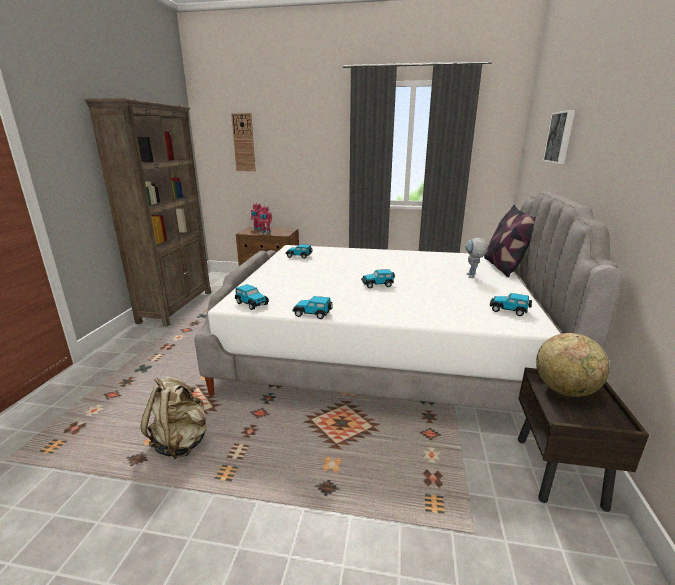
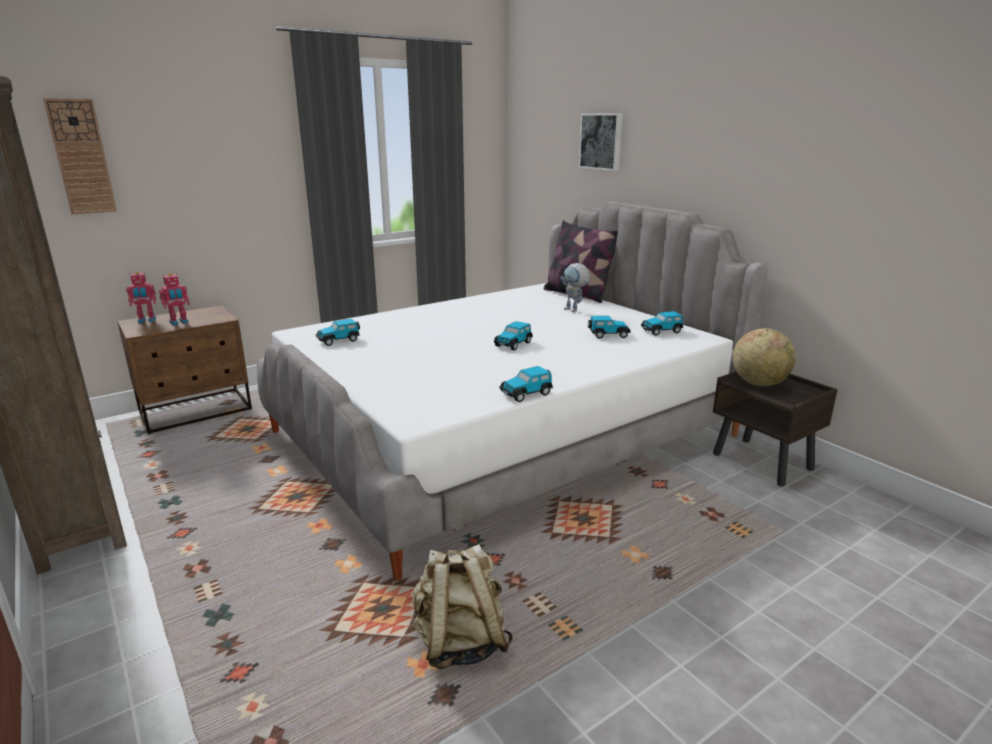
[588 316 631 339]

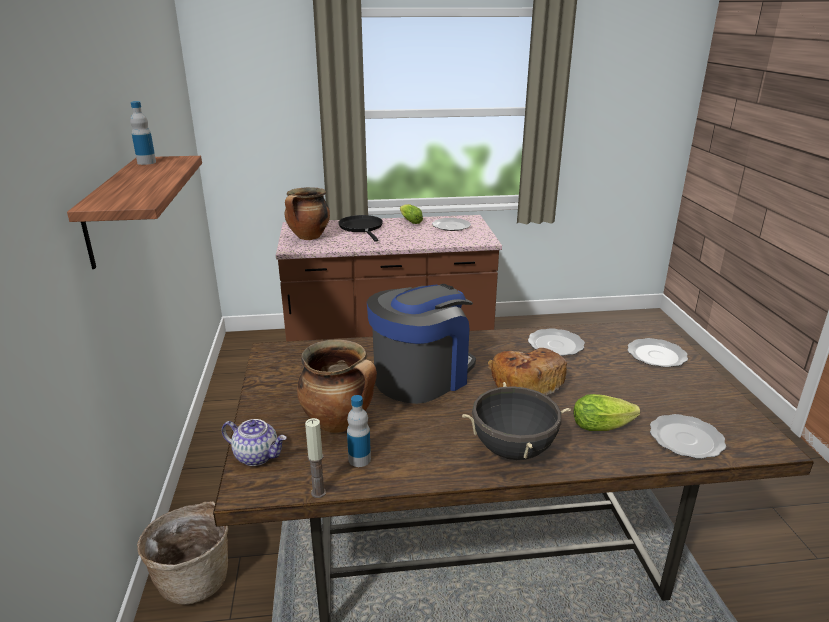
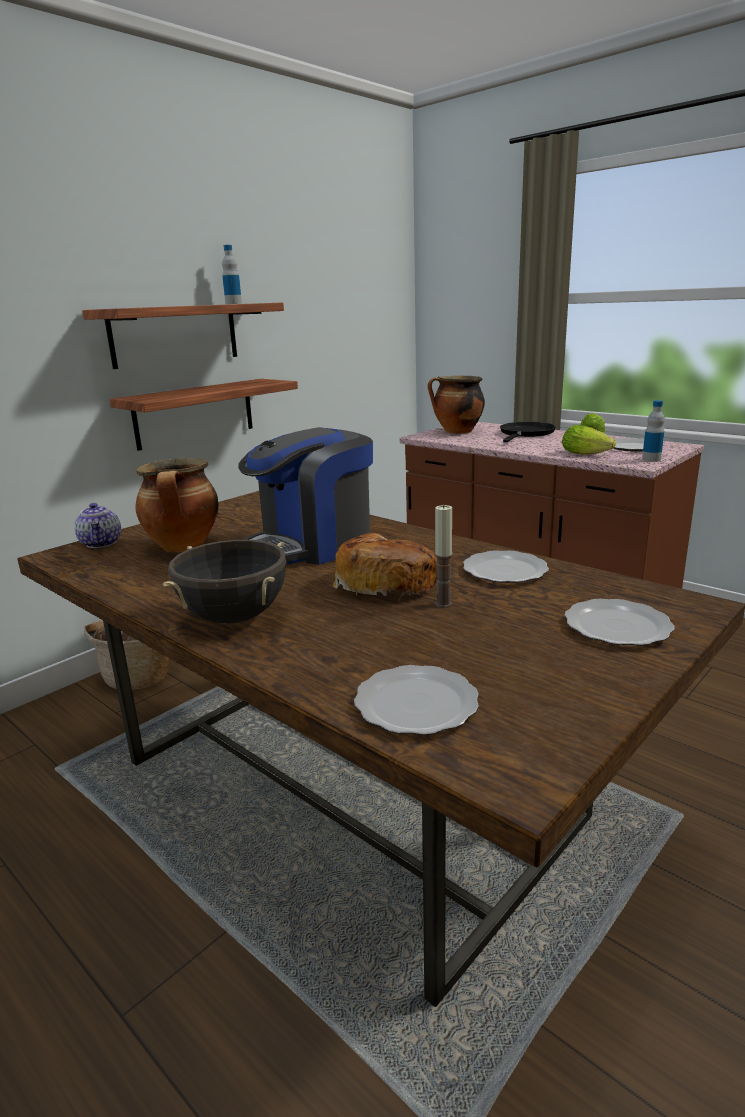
[434 504 453 608]
[642 400 665 462]
[238 427 373 565]
[562 425 616 455]
[109 379 298 451]

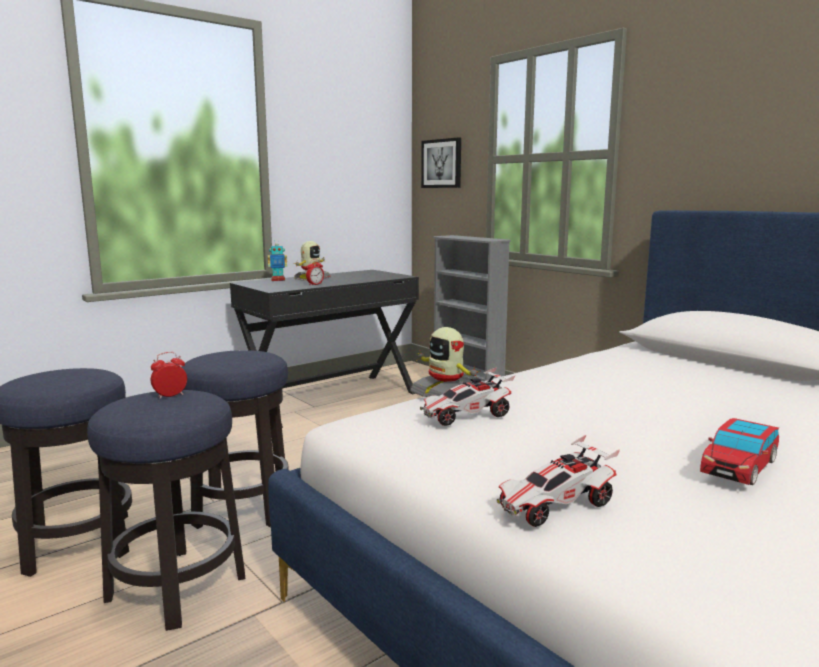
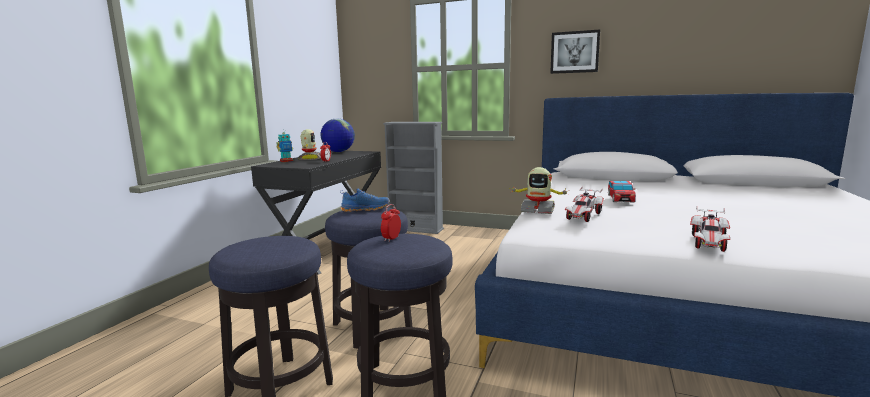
[550 30 600 74]
[608 181 636 203]
[321 118 355 152]
[340 188 389 212]

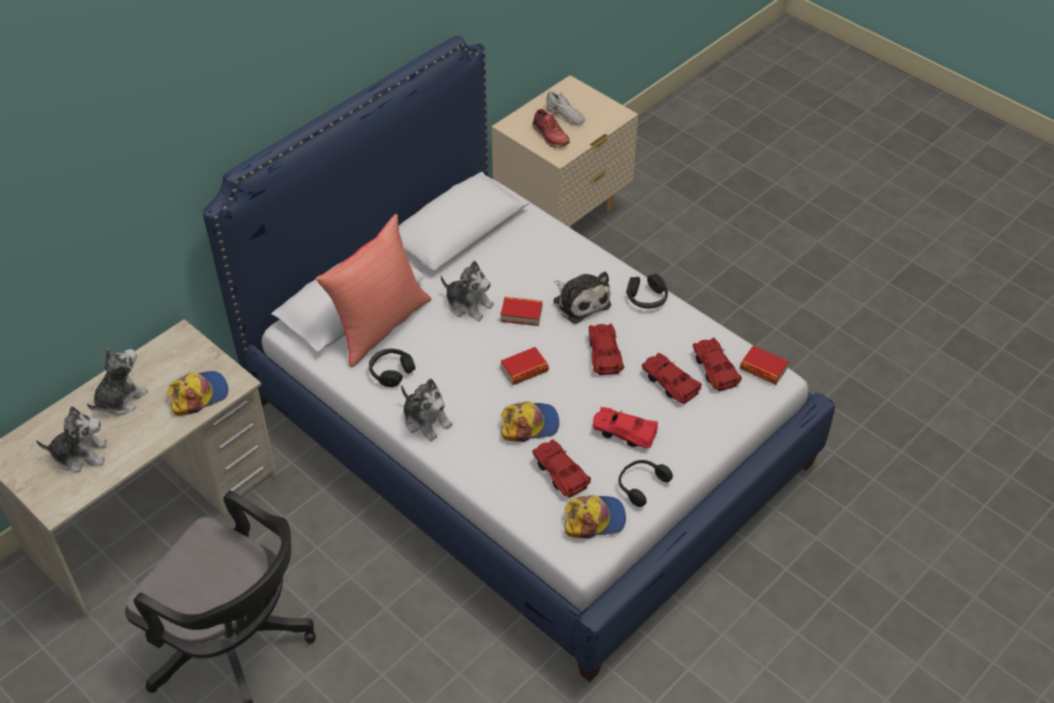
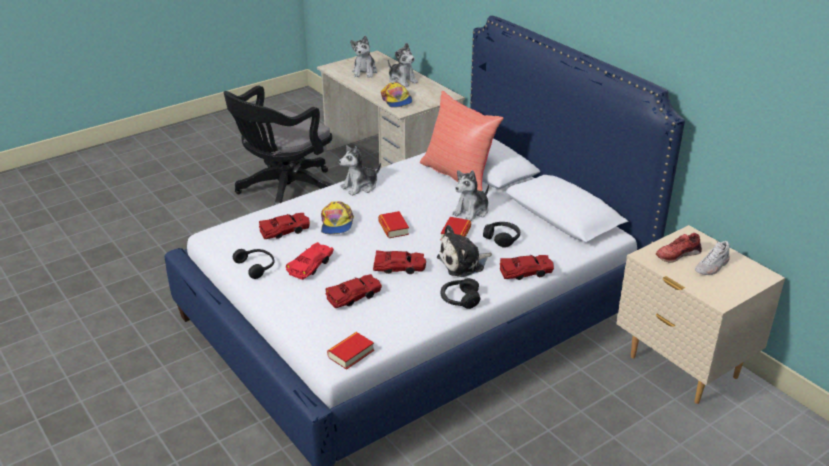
[483 222 520 248]
[564 495 626 539] (first image)
[500 255 554 280]

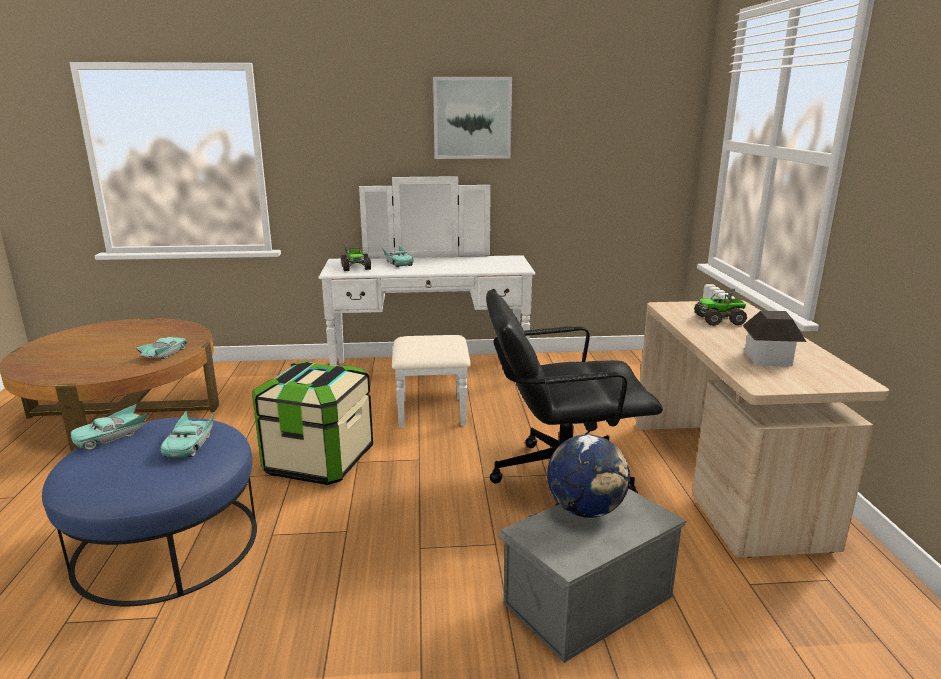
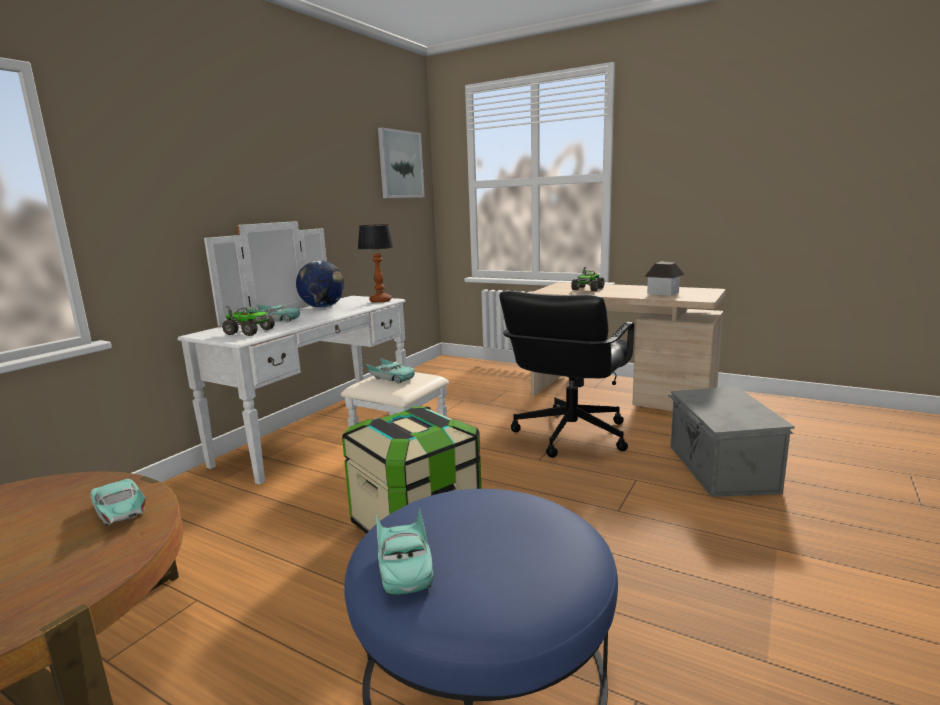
[365 358 415 384]
[378 127 425 198]
[296 260 345 308]
[358 224 395 303]

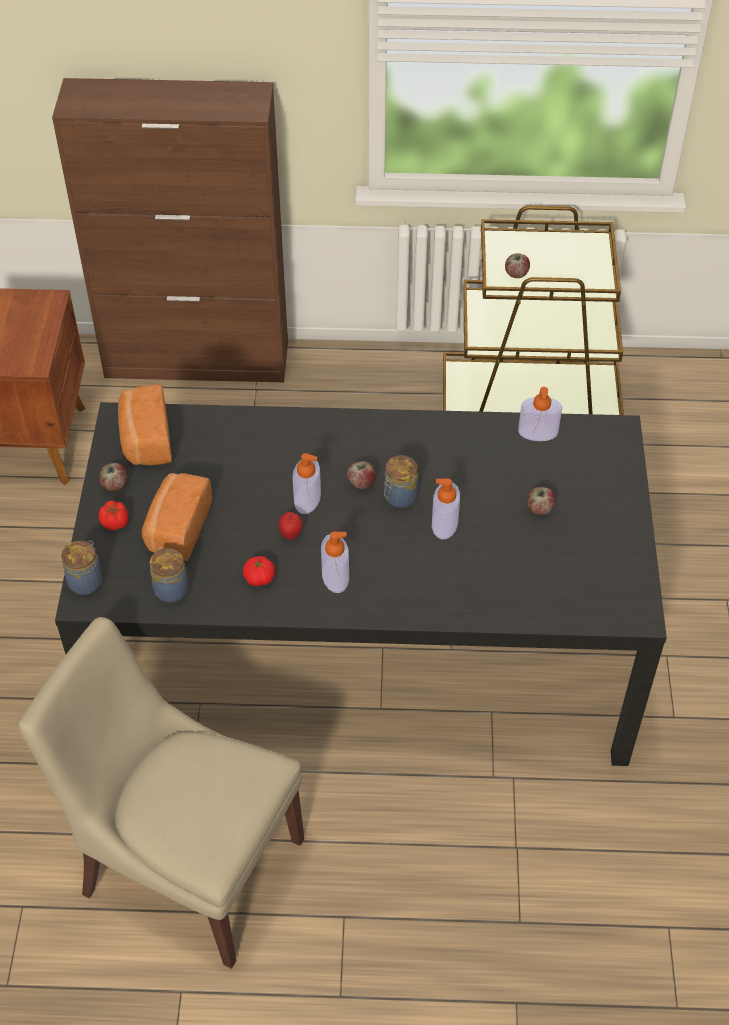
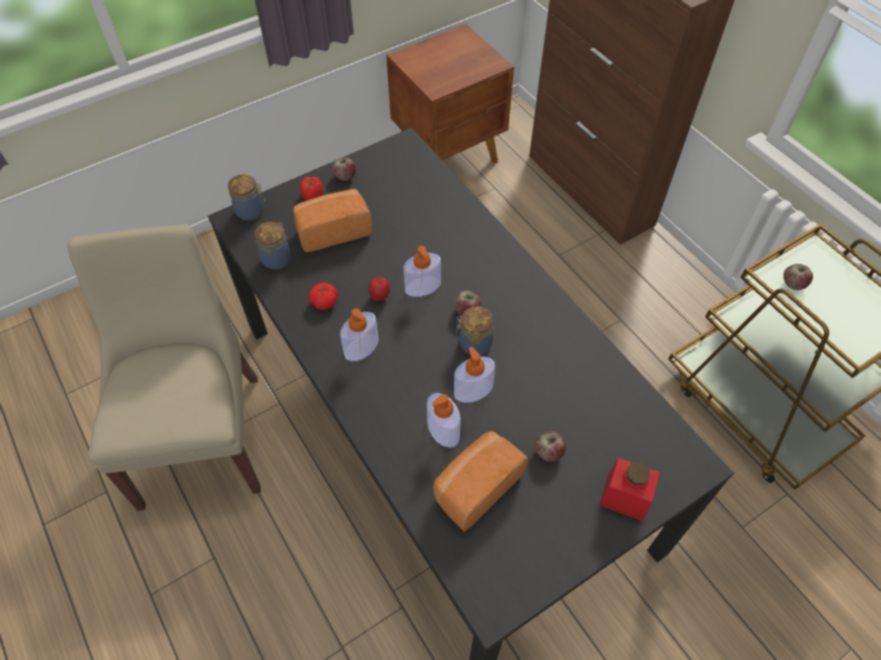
[433 431 528 532]
[427 393 461 448]
[599 458 660 521]

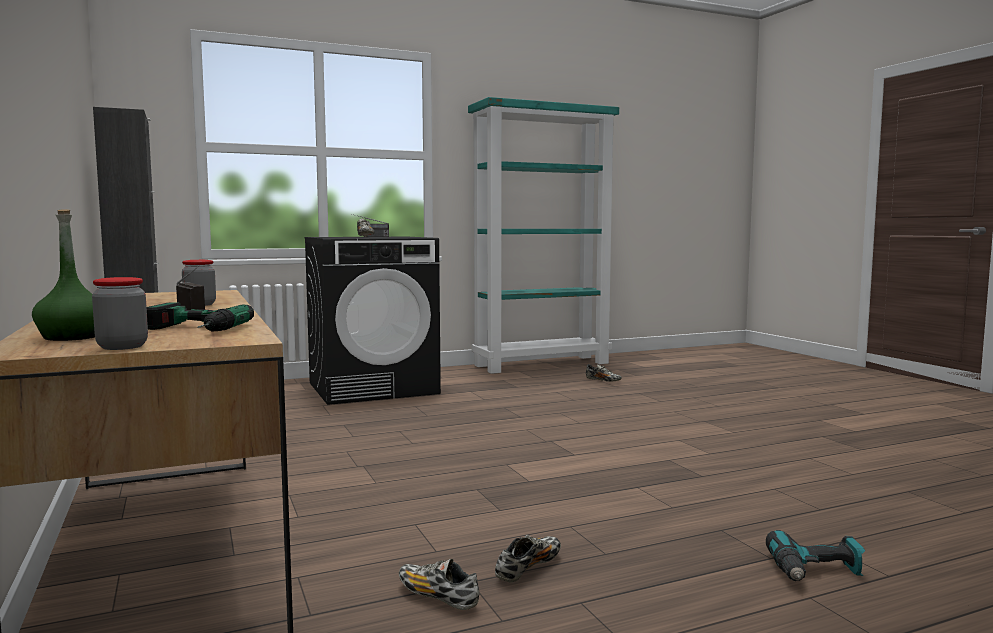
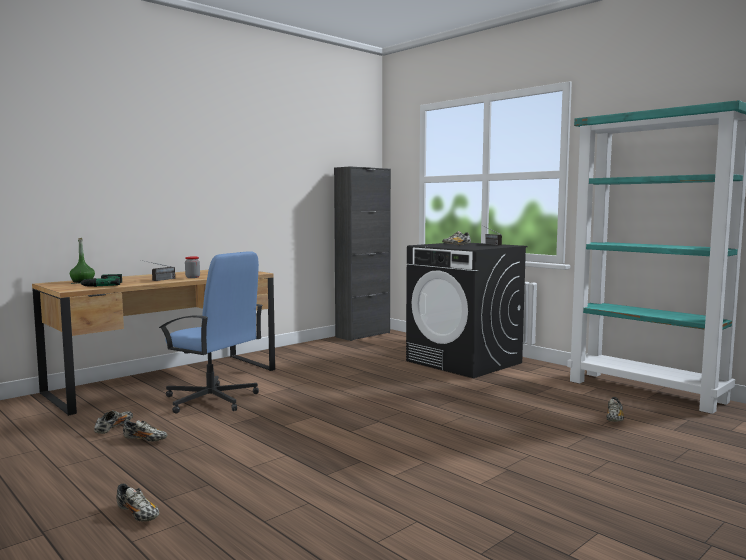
[92 277 148 350] (first image)
[117 483 159 522]
[159 251 263 414]

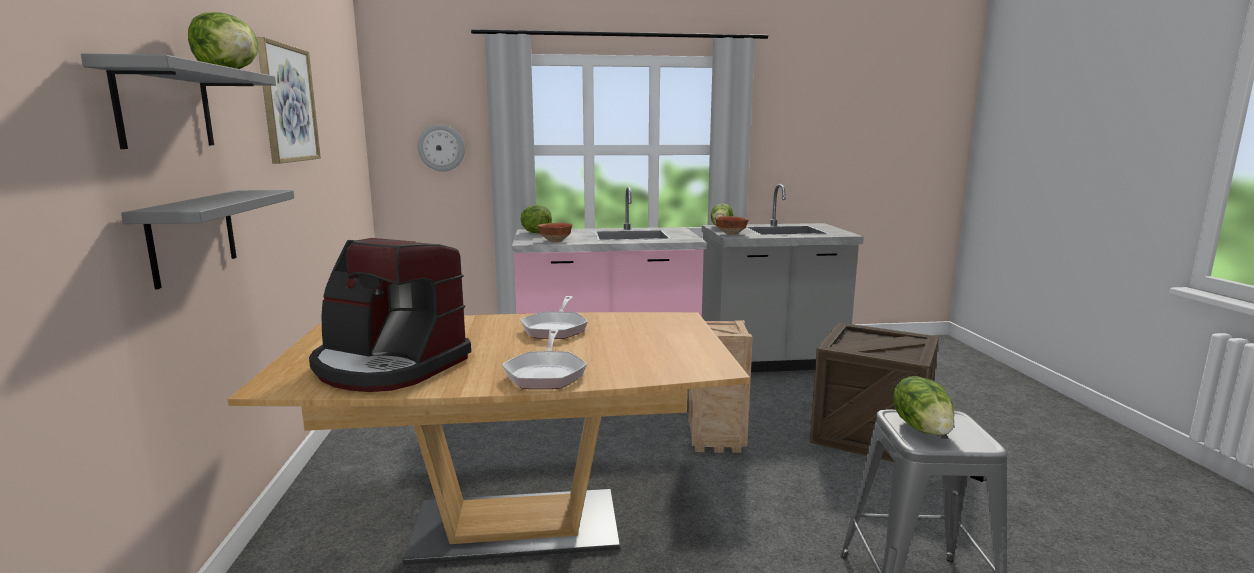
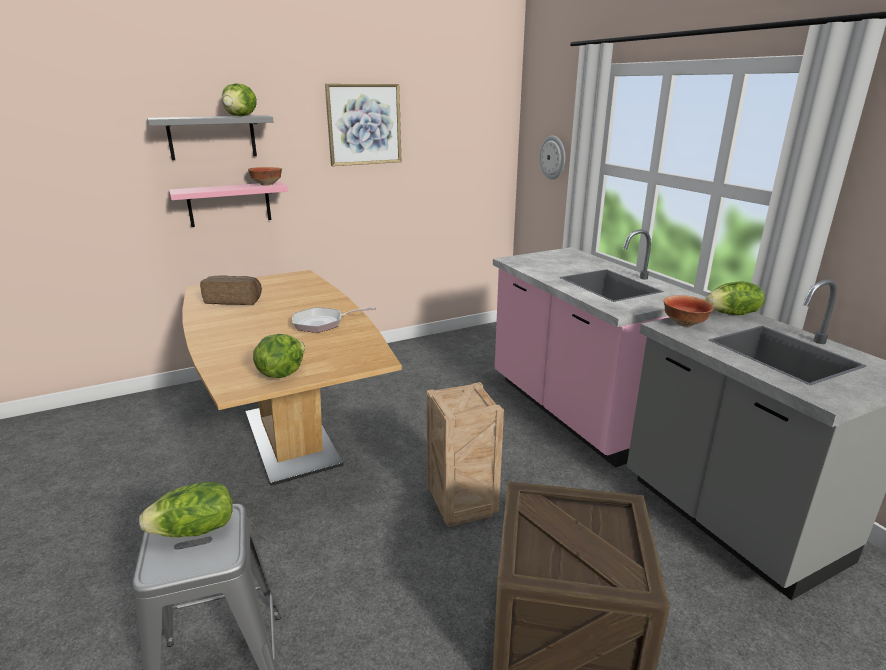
[169 182 288 227]
[200 275 262 305]
[502 329 587 389] (first image)
[253 334 305 378]
[248 167 282 186]

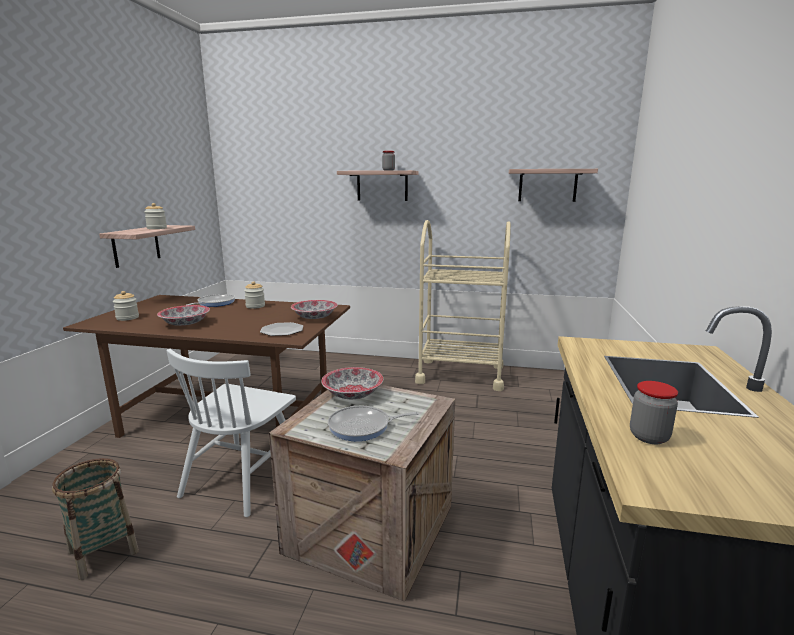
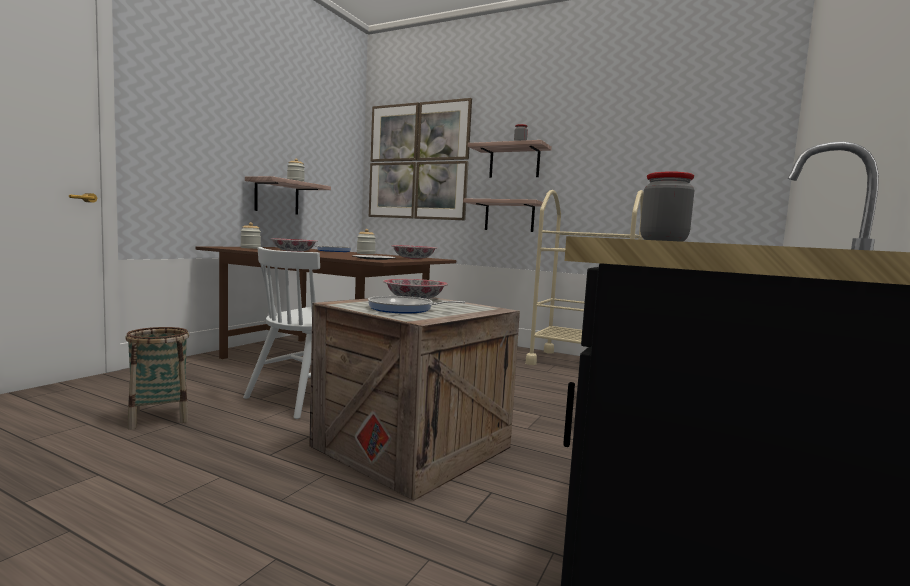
[463 199 543 232]
[369 98 472 220]

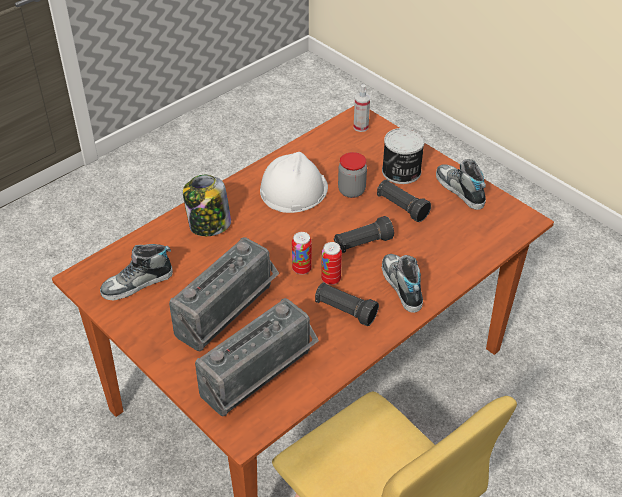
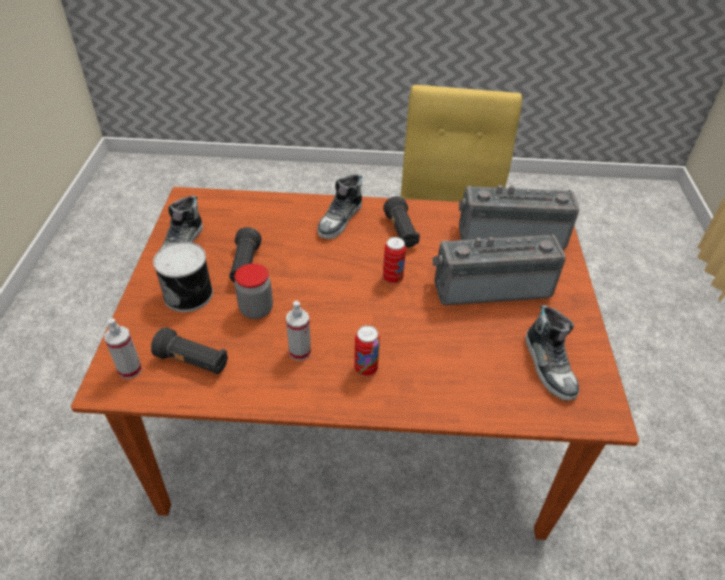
[525 305 579 401]
[183 175 231 236] (first image)
[286 301 311 361]
[354 325 380 376]
[151 327 228 374]

